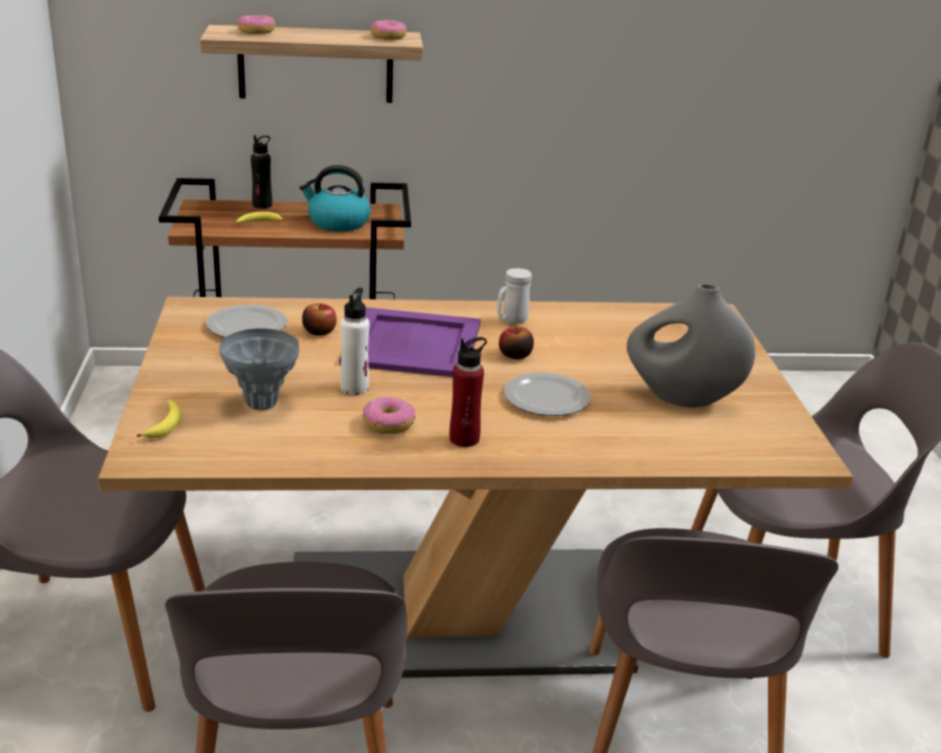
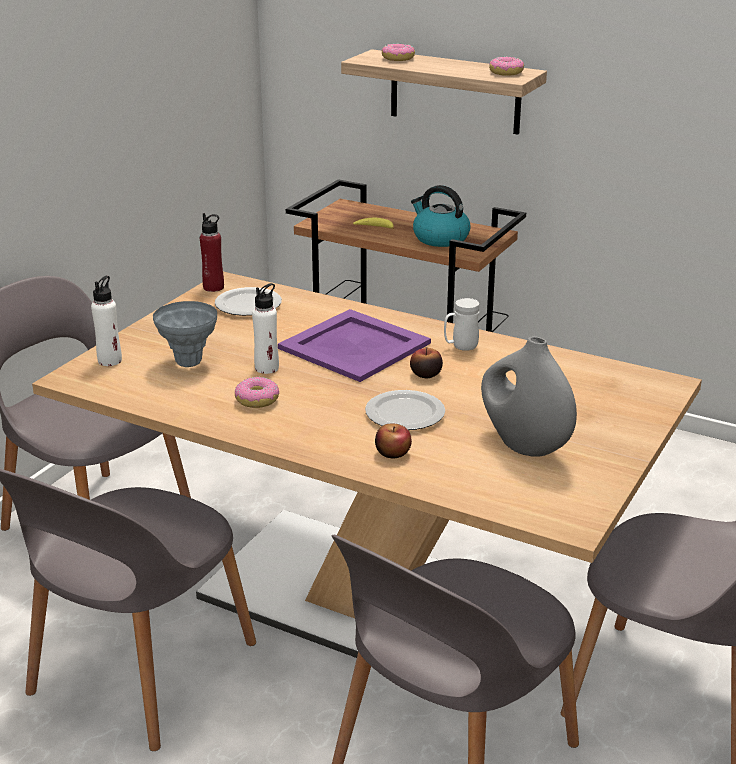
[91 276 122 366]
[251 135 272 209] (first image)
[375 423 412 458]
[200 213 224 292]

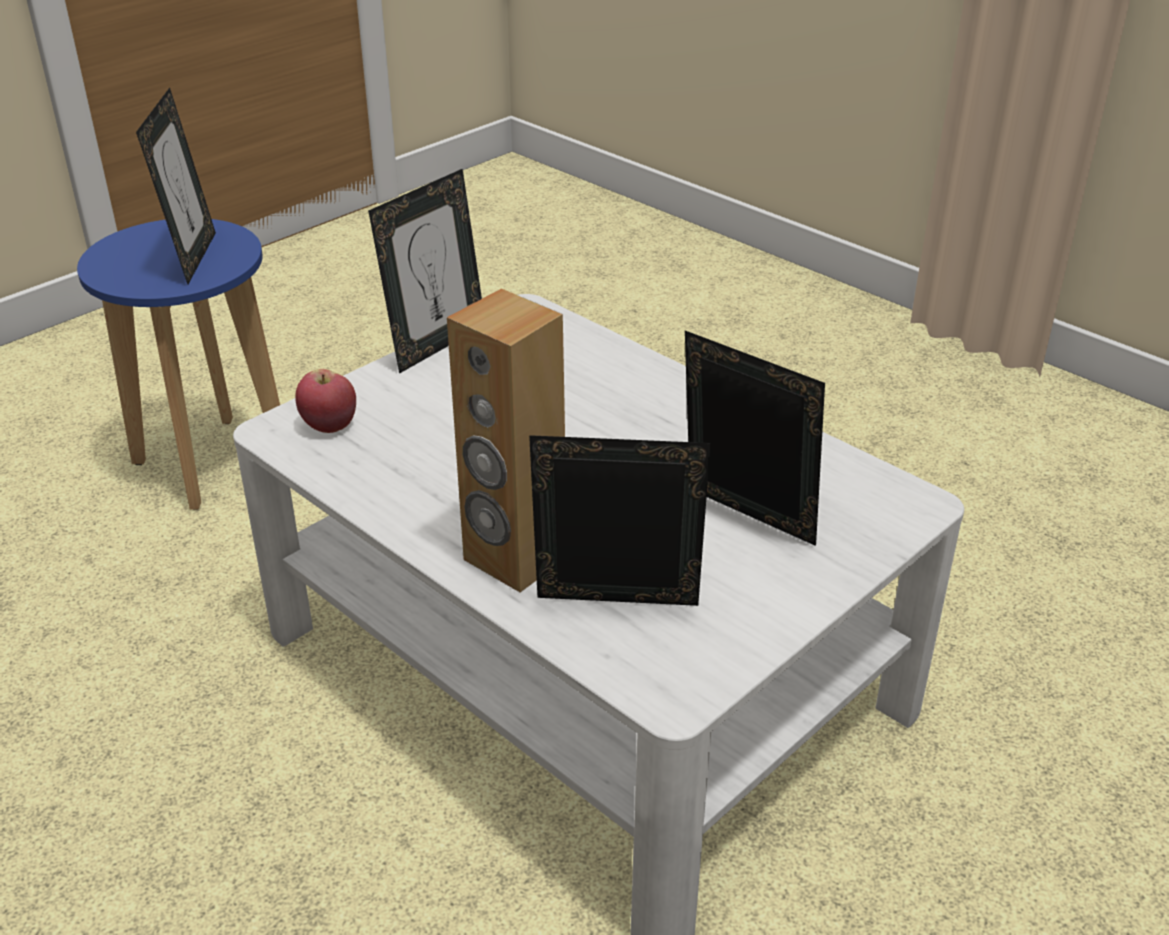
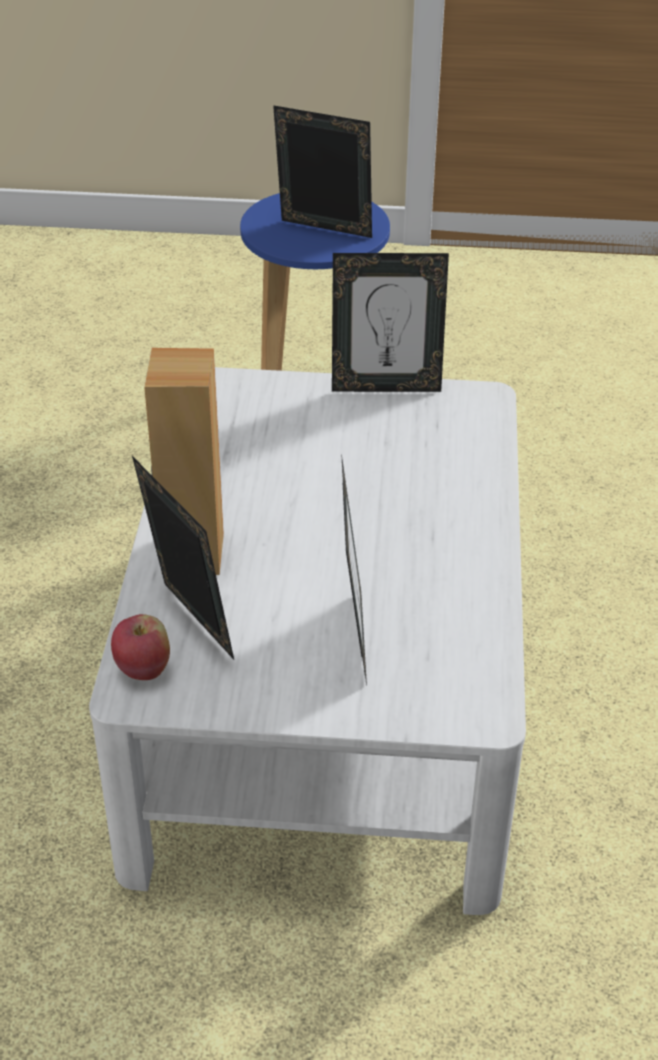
[273 105 372 238]
[111 614 170 680]

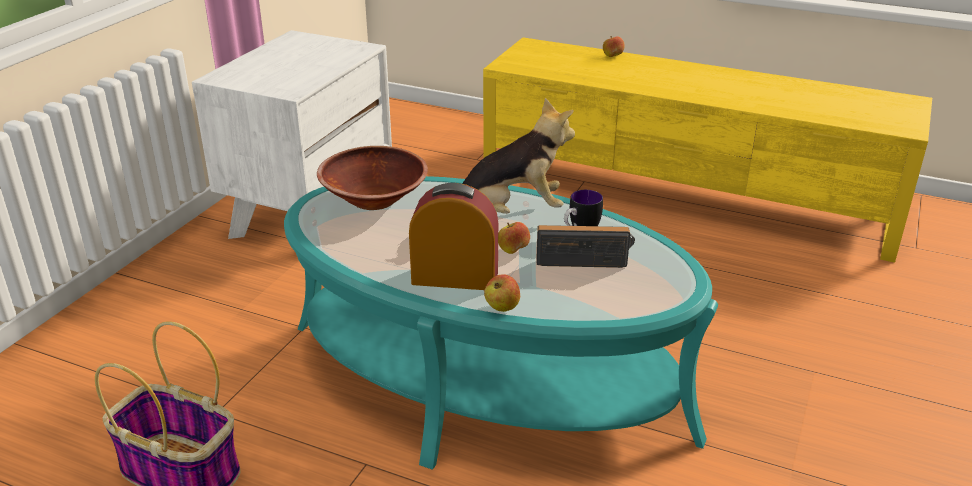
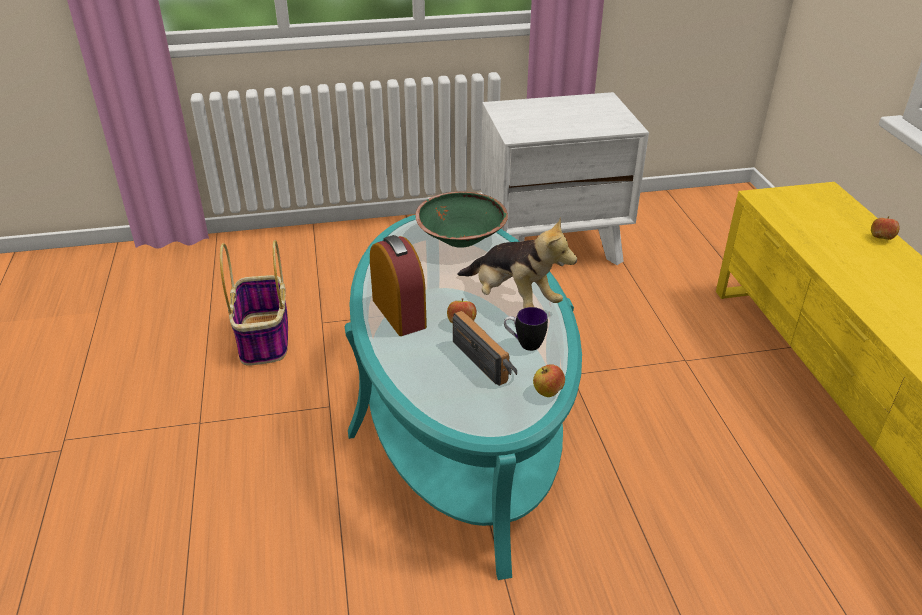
[415 192 508 247]
[533 364 565 397]

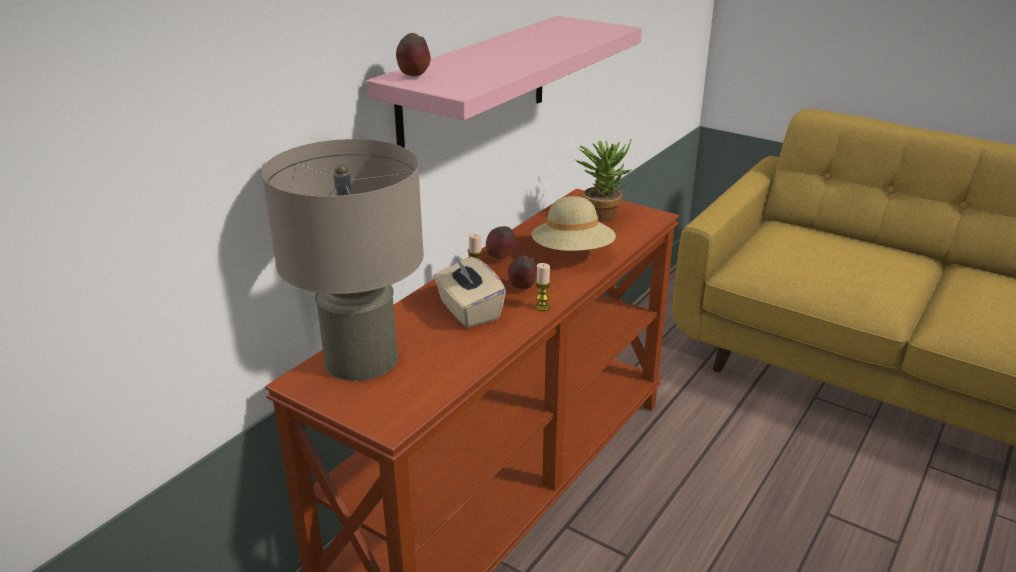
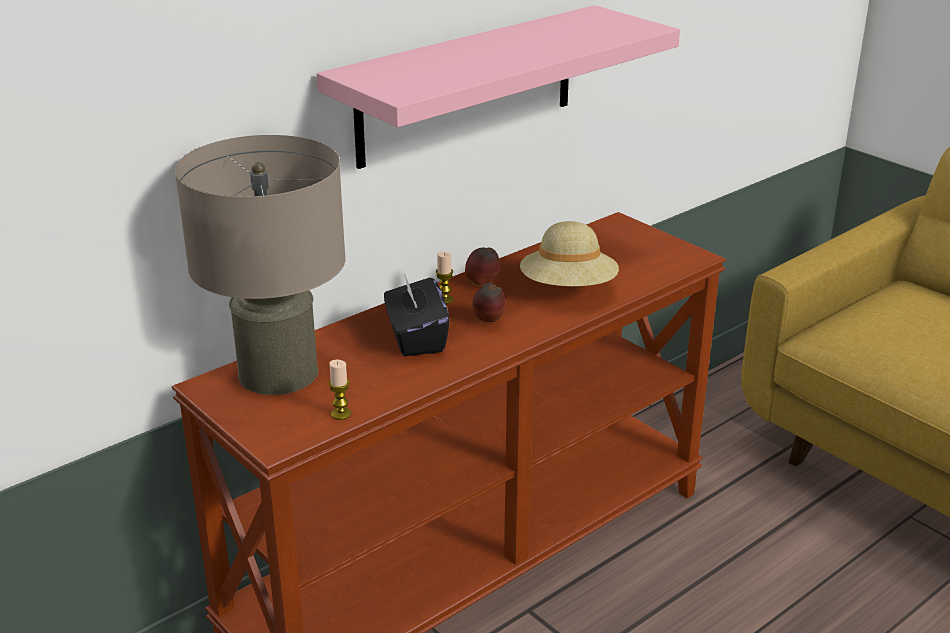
[396 33 431 77] (first image)
[384 273 449 356]
[329 360 351 420]
[575 140 632 222] (first image)

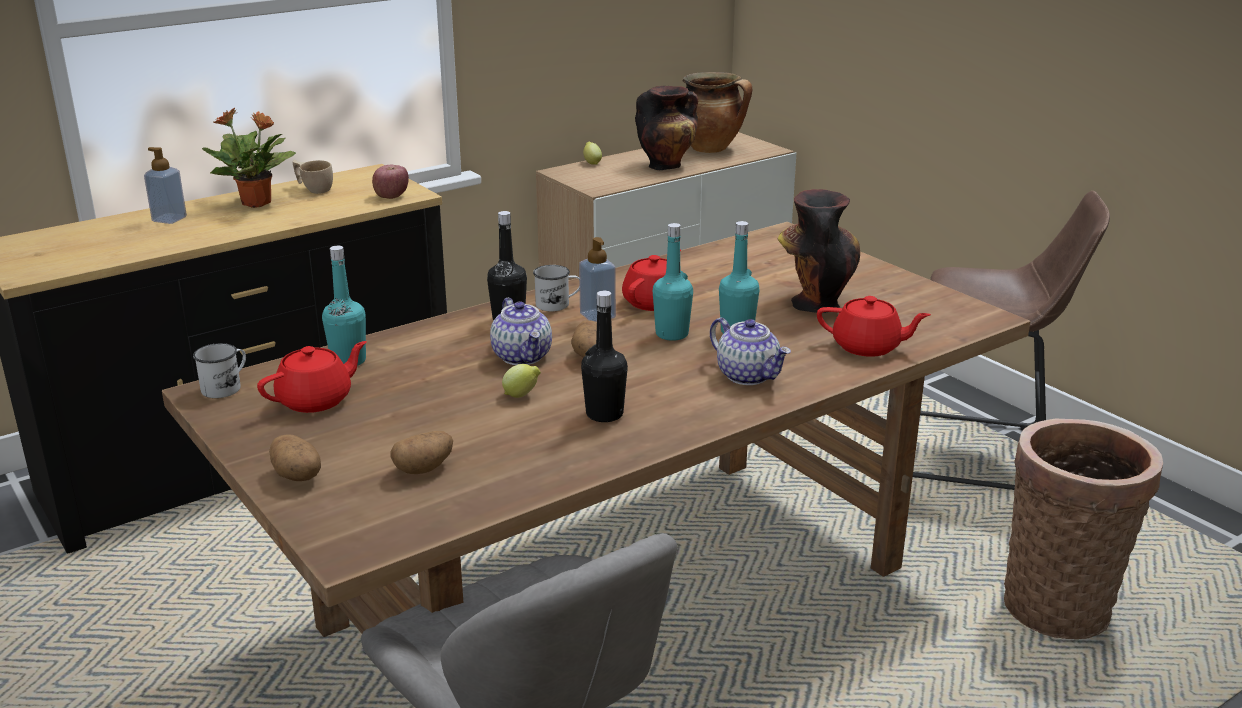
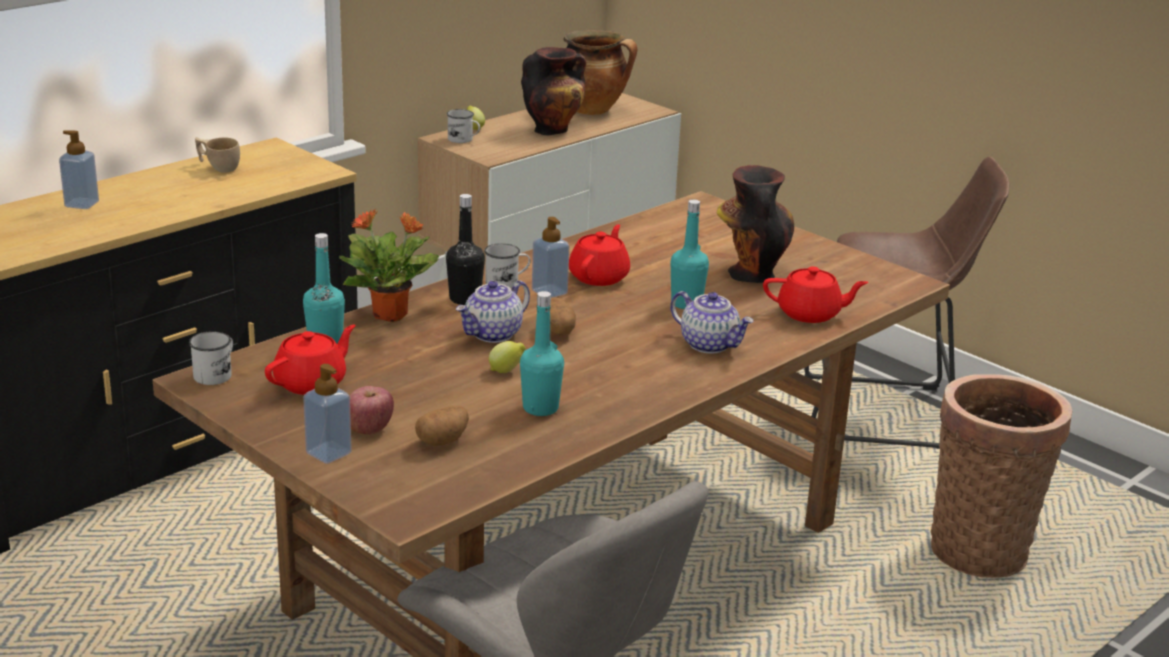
[339 208 439 322]
[303 364 352 464]
[349 386 394 435]
[456 281 530 343]
[581 291 628 422] (first image)
[520 291 564 416]
[447 109 480 143]

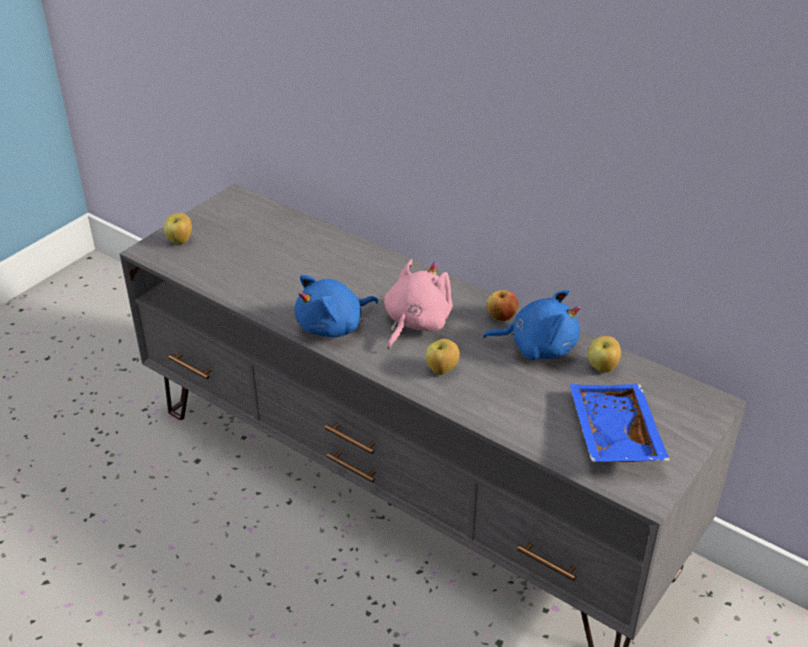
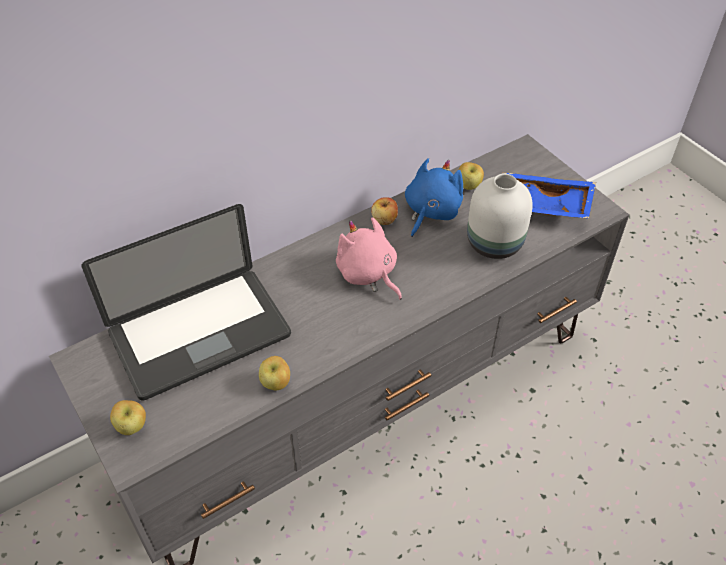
[294 275 378 337] (first image)
[259 356 290 390]
[82 204 291 401]
[467 174 533 259]

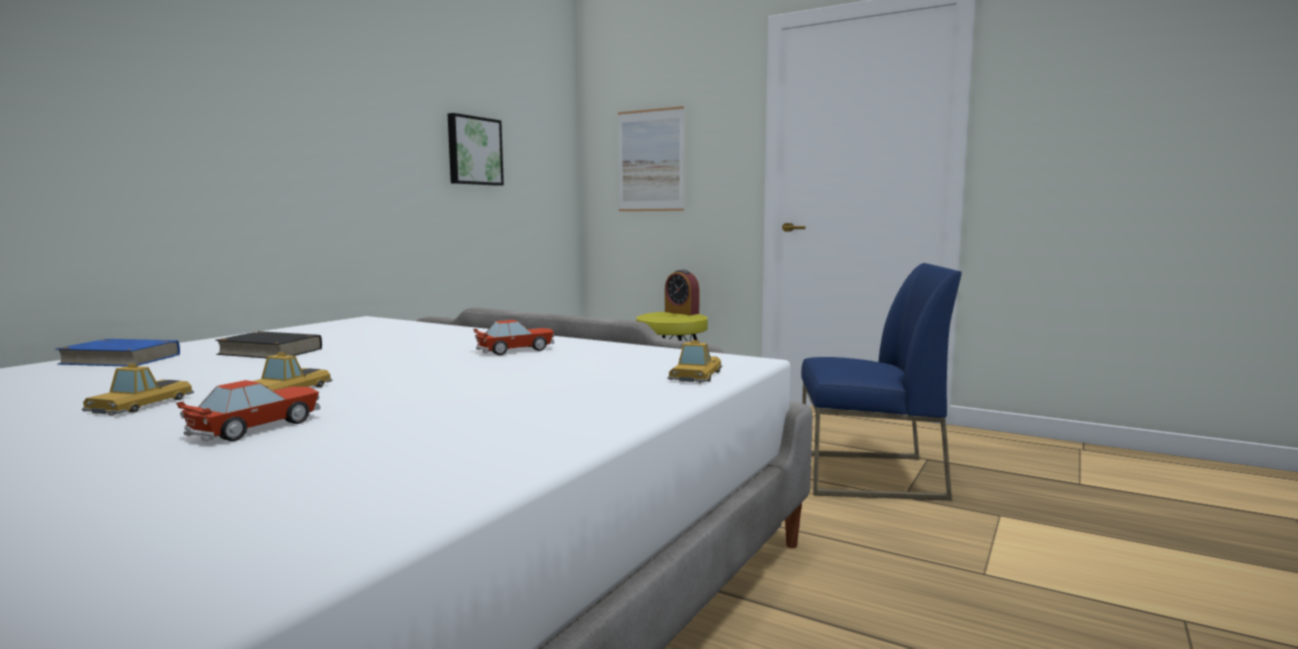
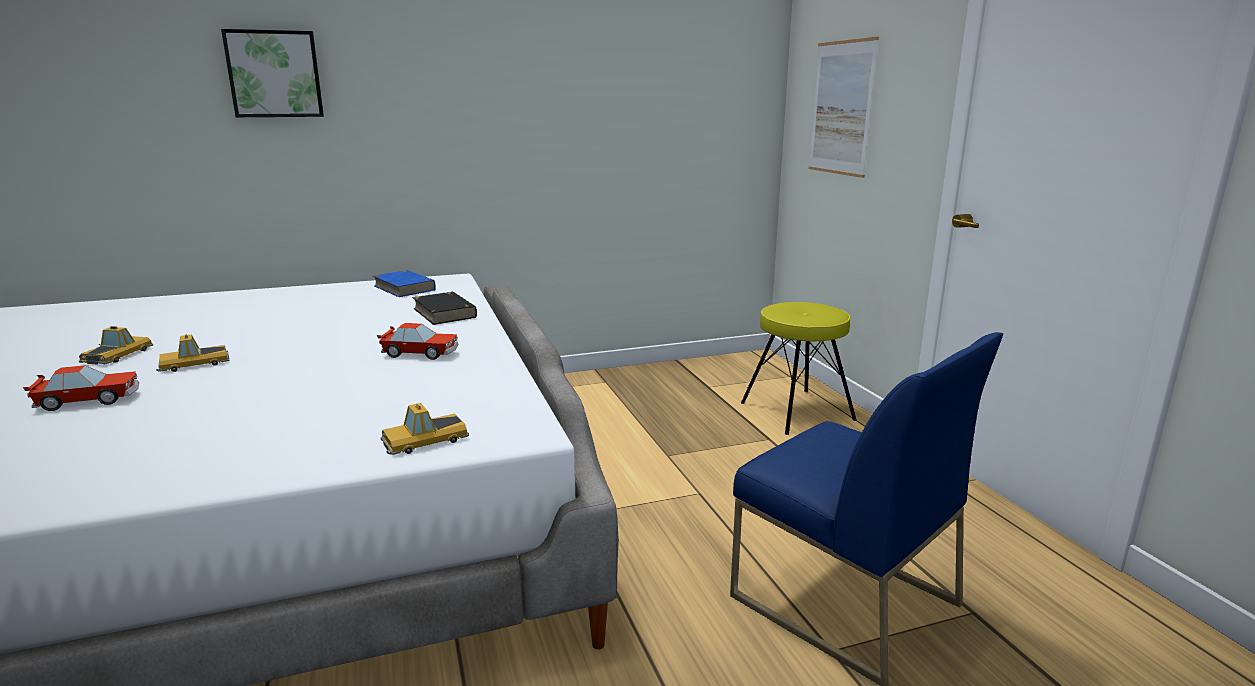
[373 270 436 297]
[79 326 153 365]
[412 292 477 325]
[221 29 324 117]
[665 269 699 315] (first image)

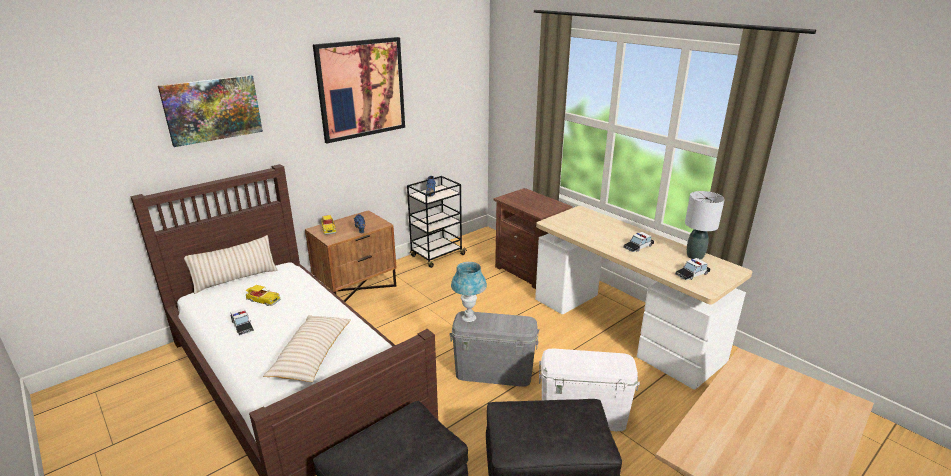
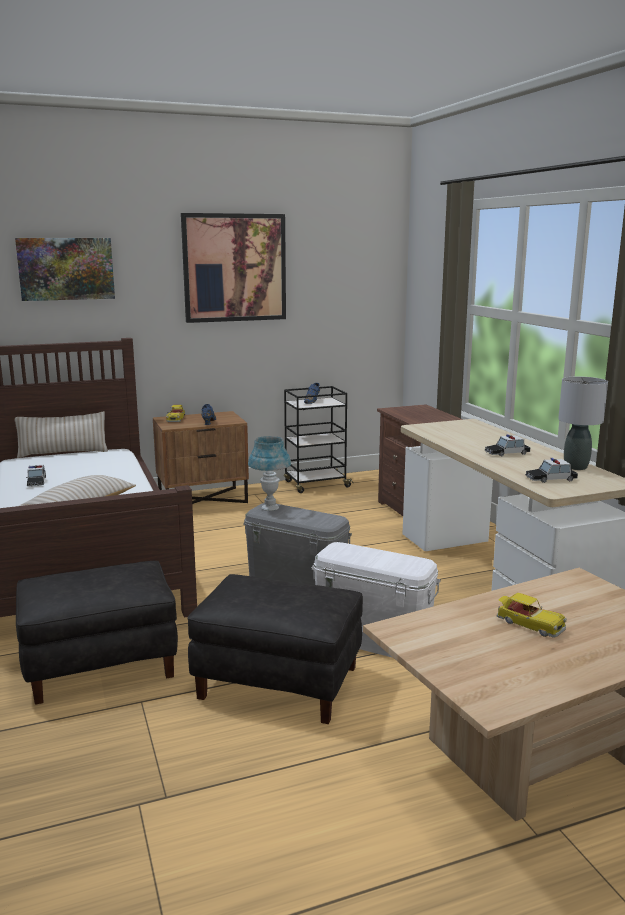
[497 593 567 638]

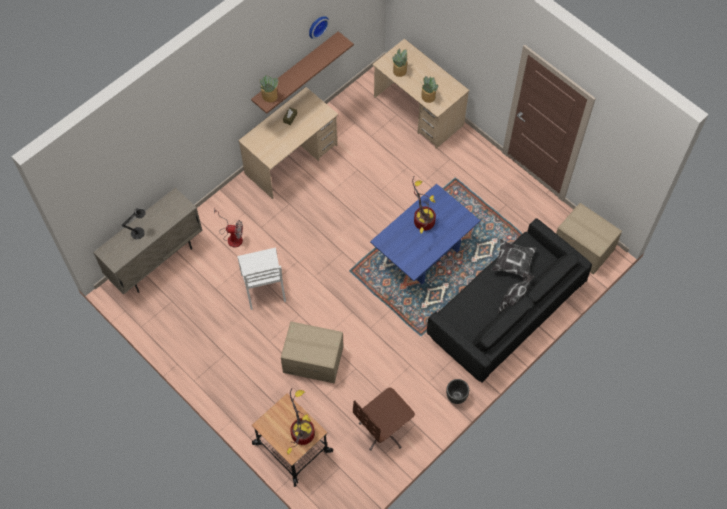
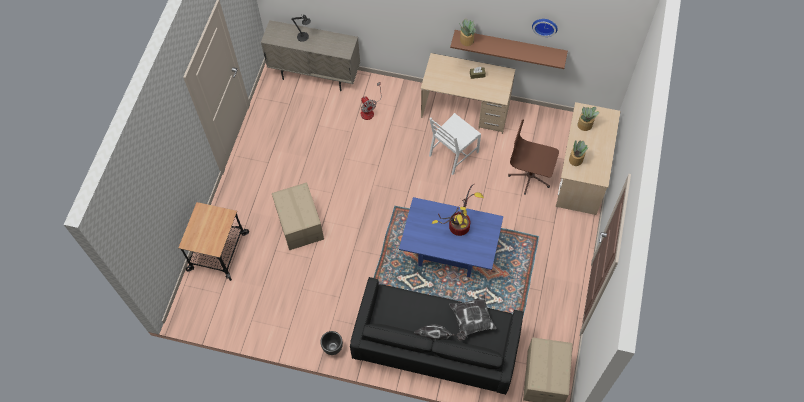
[429 113 481 175]
[287 389 315 455] (first image)
[508 120 559 195]

